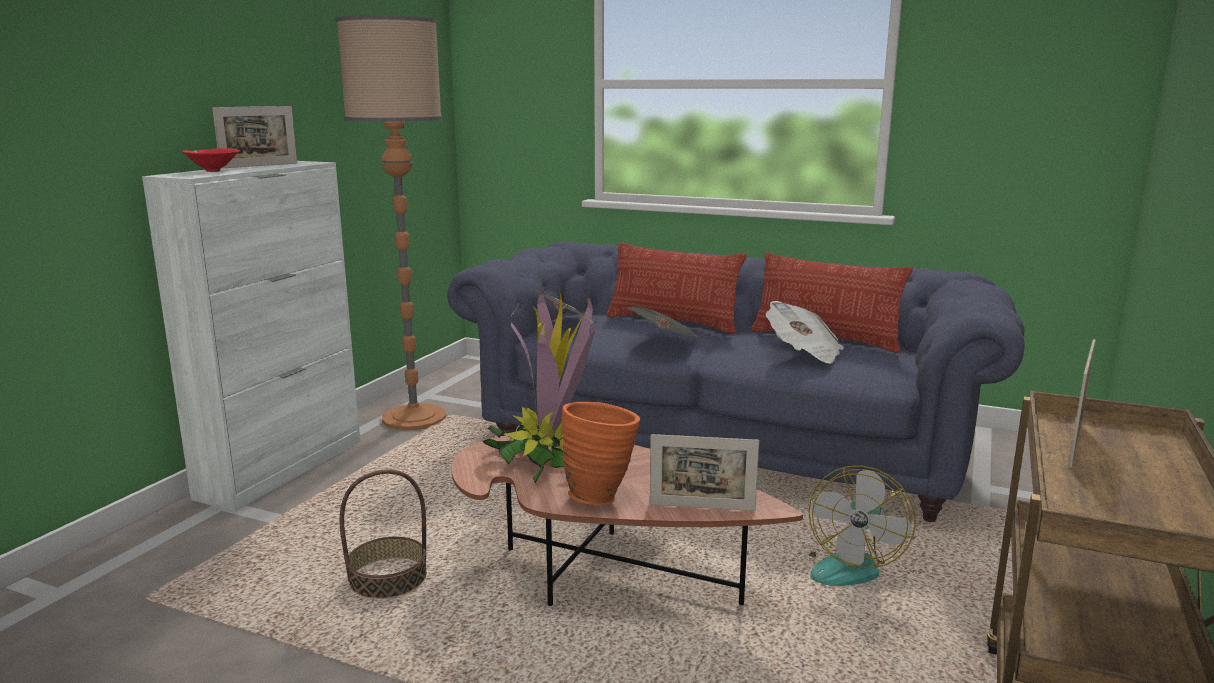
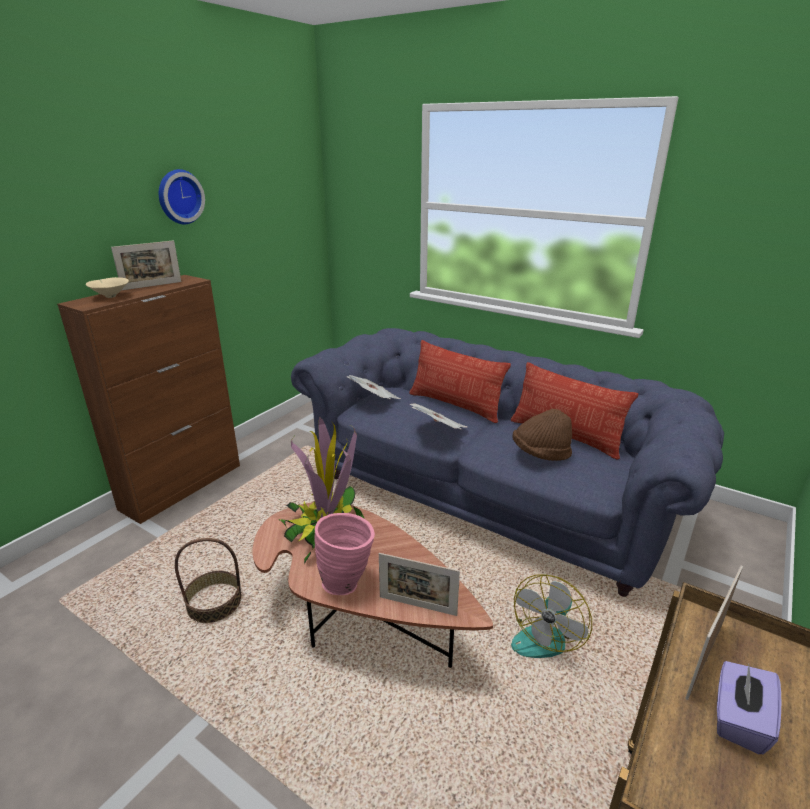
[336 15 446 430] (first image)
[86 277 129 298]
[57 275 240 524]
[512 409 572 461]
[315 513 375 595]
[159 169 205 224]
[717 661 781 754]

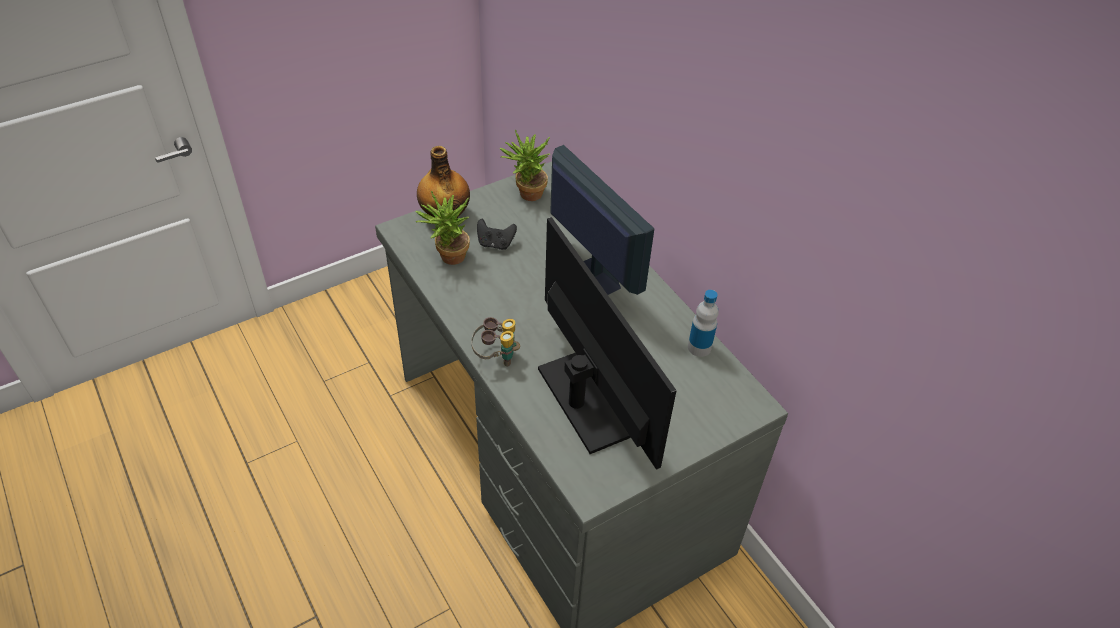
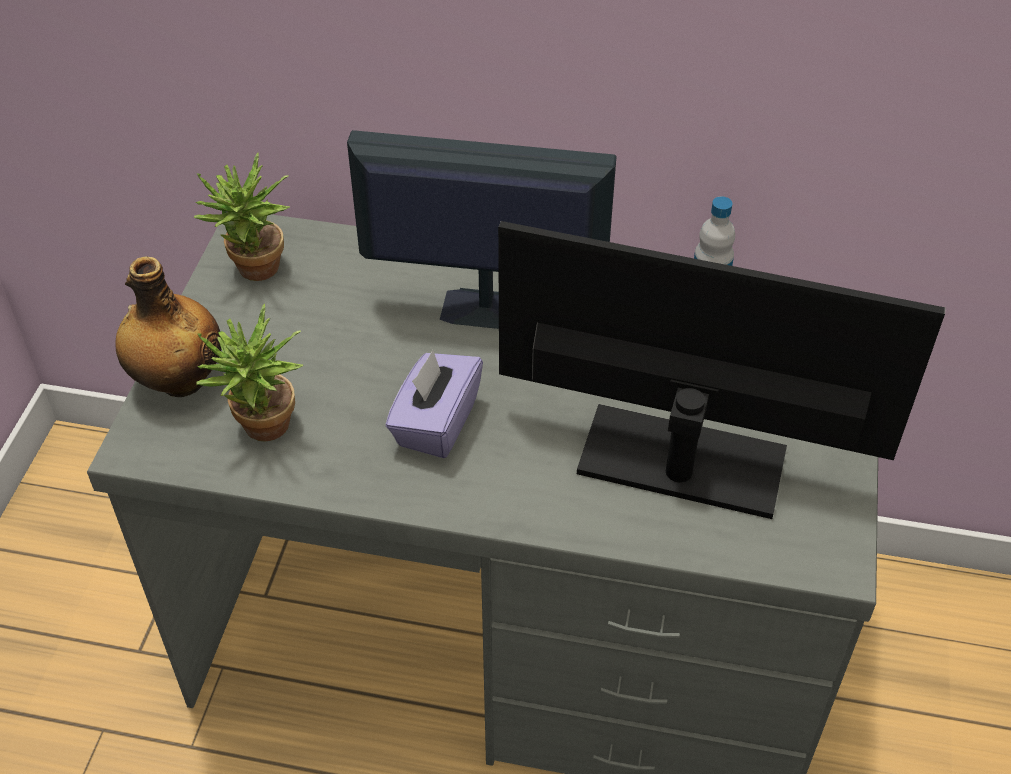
[477 219 517 250] (first image)
[471 317 520 367] (first image)
[386 350 483 458]

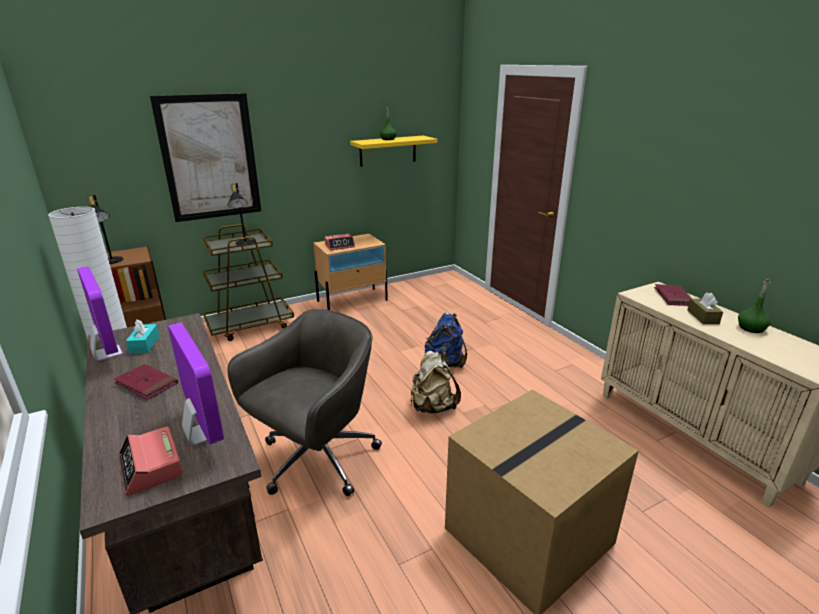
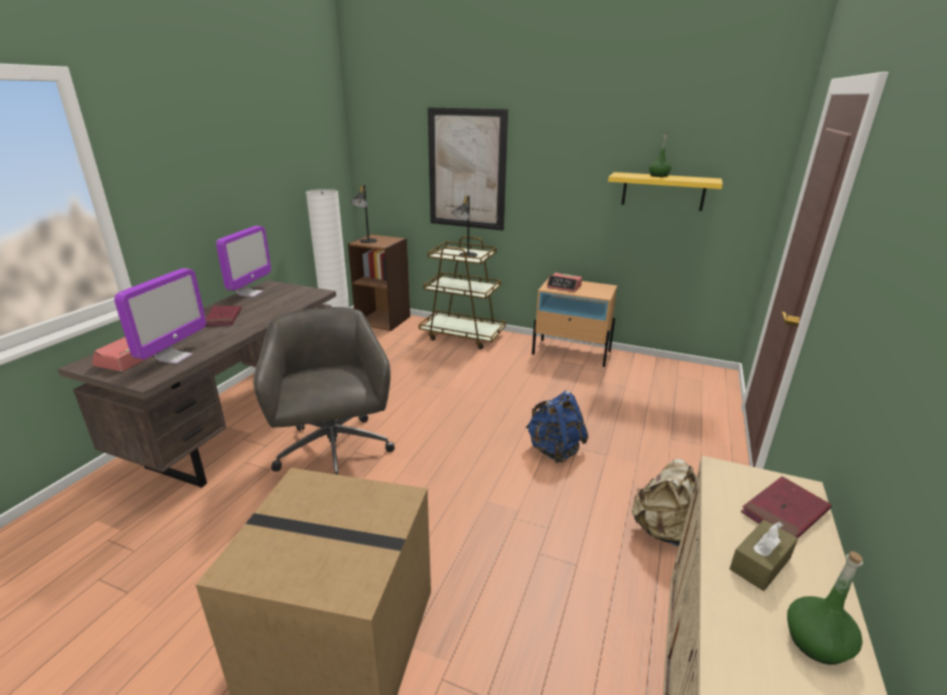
[253 307 395 475]
[126 319 160 354] (first image)
[632 459 696 546]

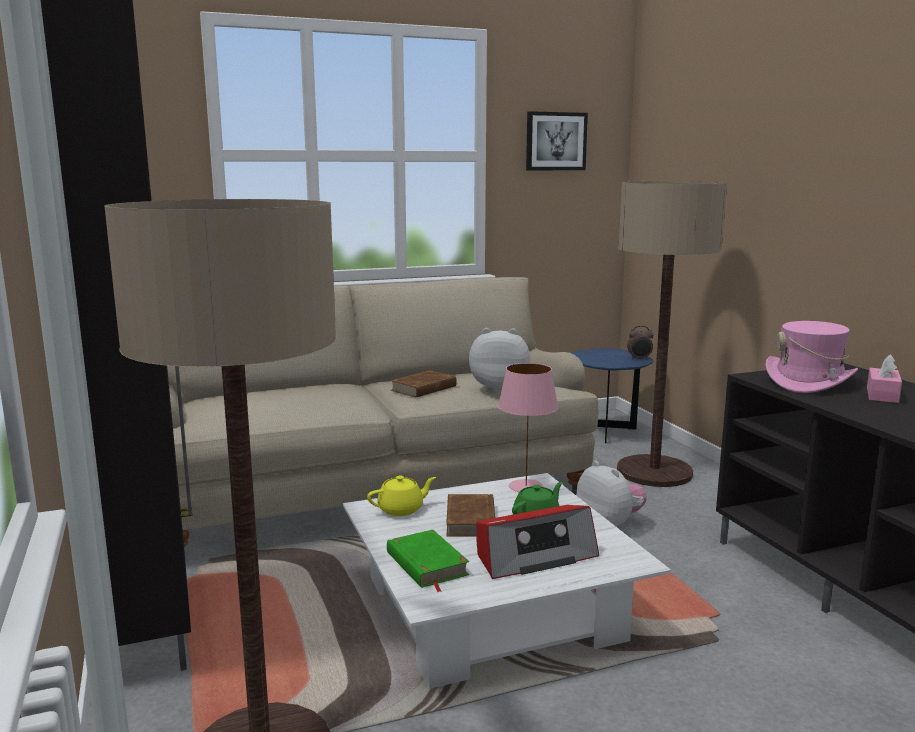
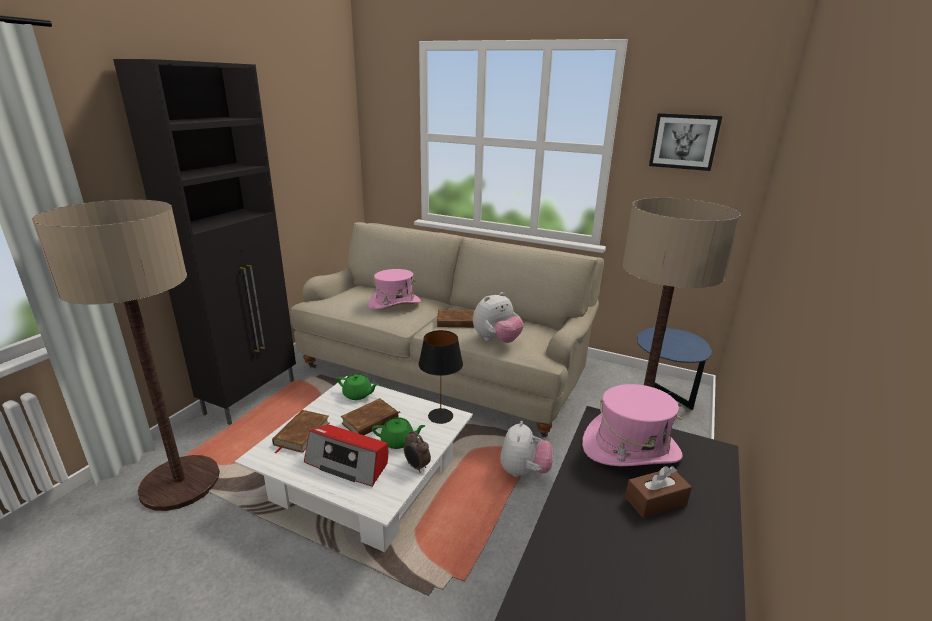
[404 431 431 473]
[473 292 524 343]
[625 466 692 518]
[418 330 463 424]
[337 374 379 400]
[272 410 329 454]
[368 269 421 309]

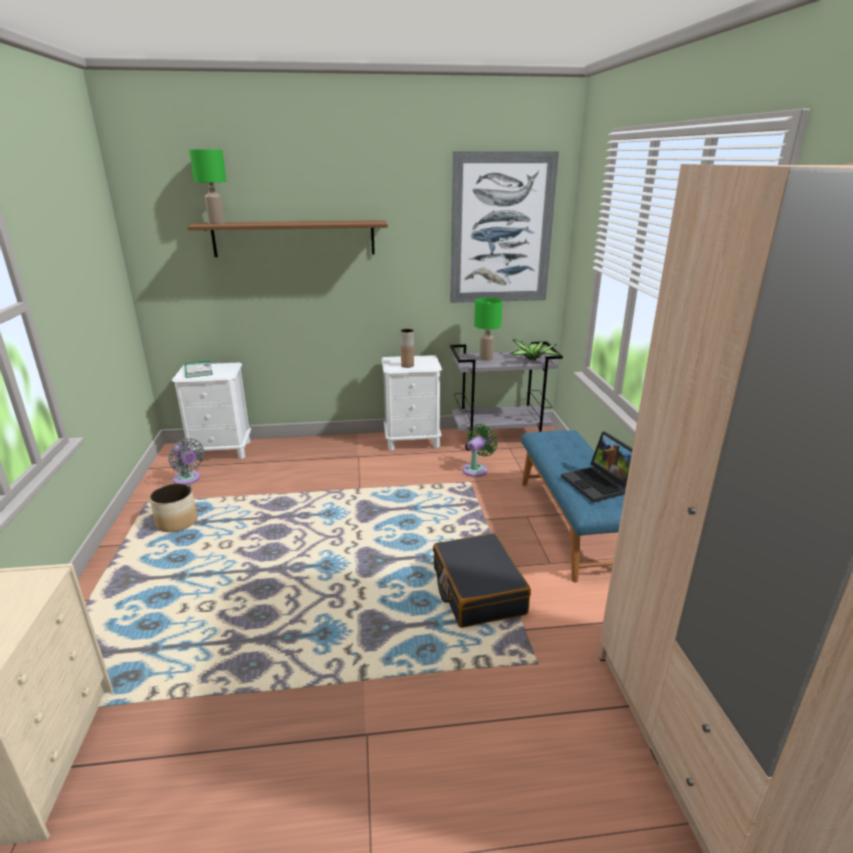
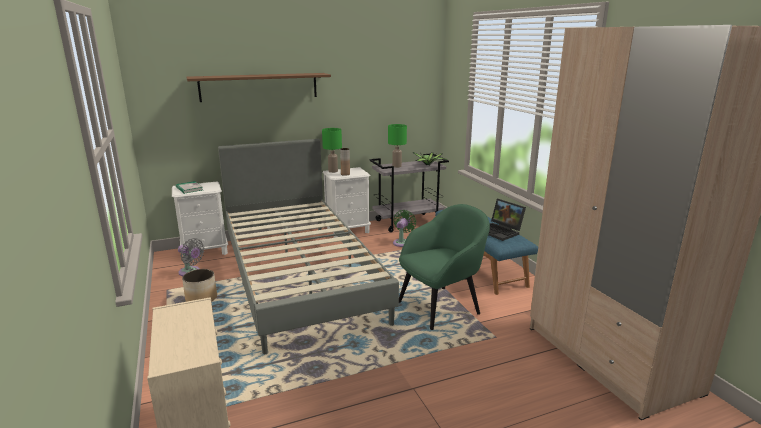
[322 128 342 173]
[450 151 559 303] (first image)
[399 204 490 330]
[218 139 399 354]

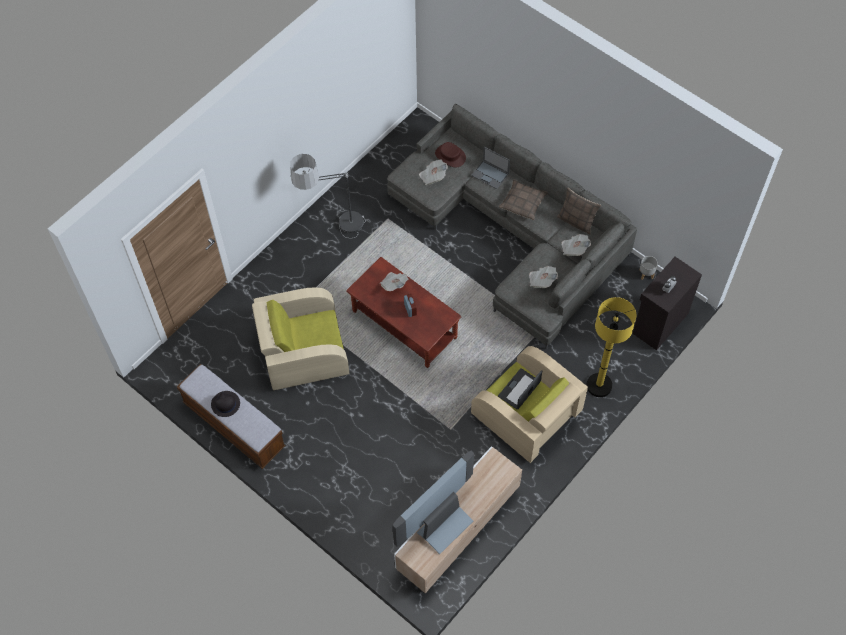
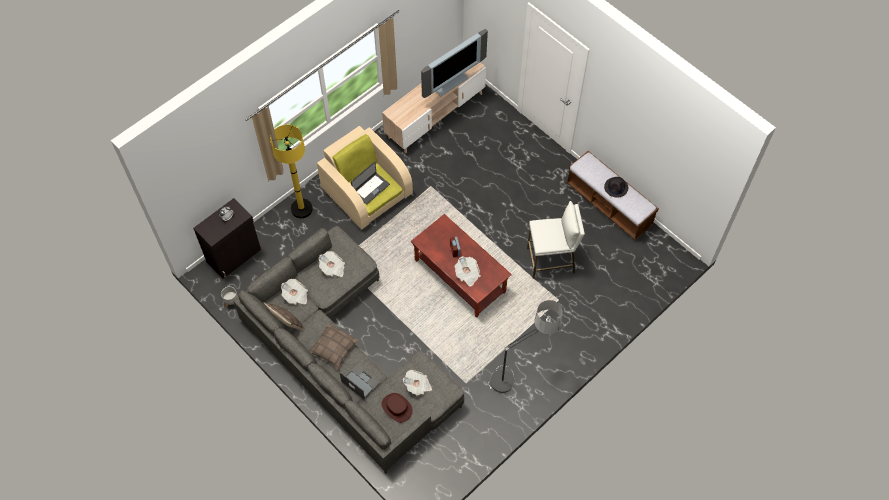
[527 201 585 279]

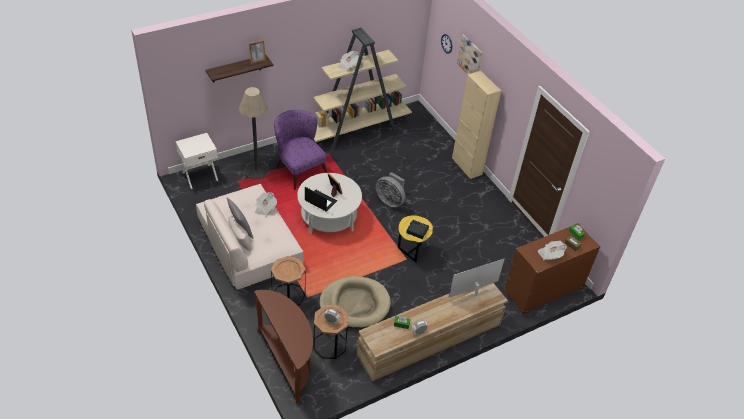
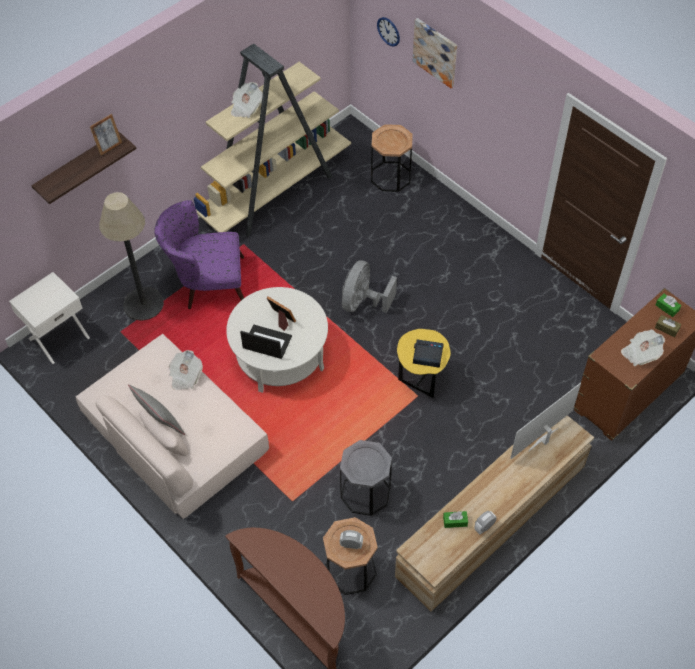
[452 71 501 179] (first image)
[154 200 244 309]
[342 260 397 313]
[371 124 413 192]
[340 440 392 516]

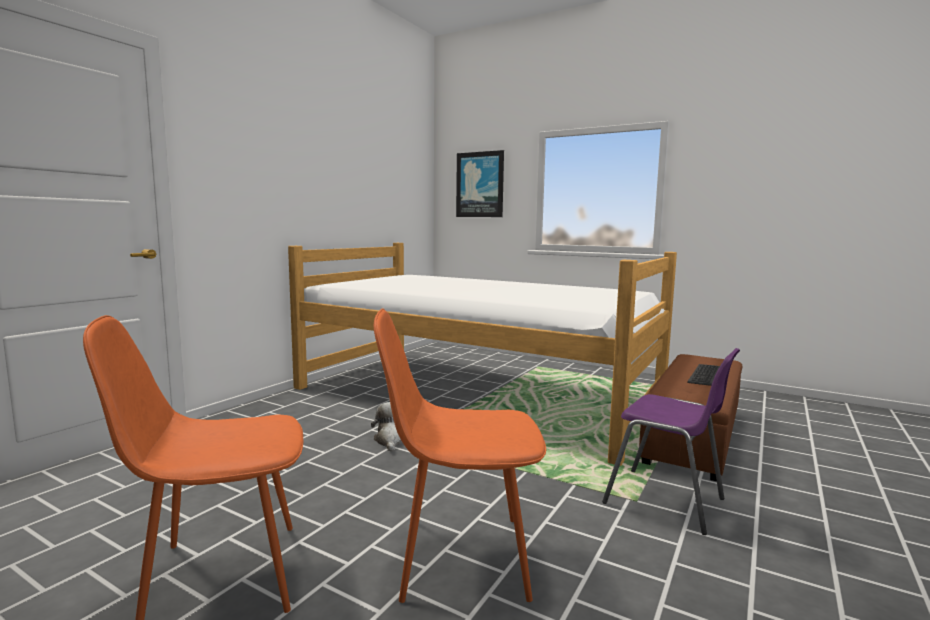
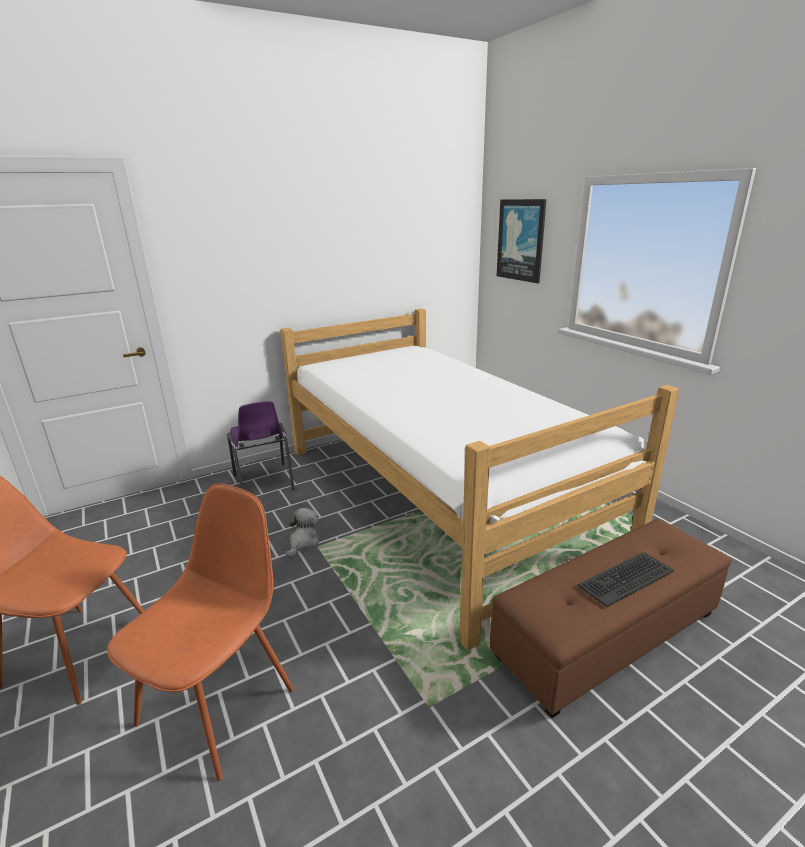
[107 483 294 781]
[227 401 295 490]

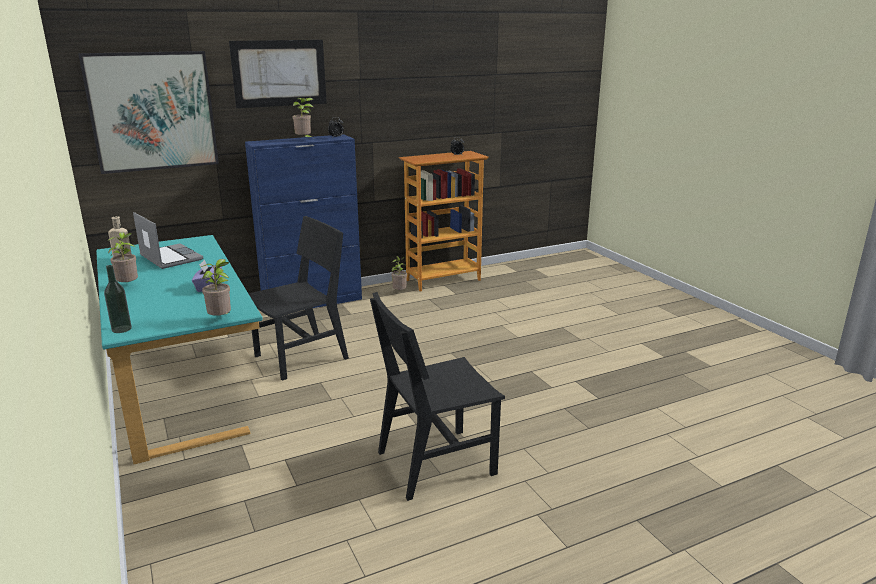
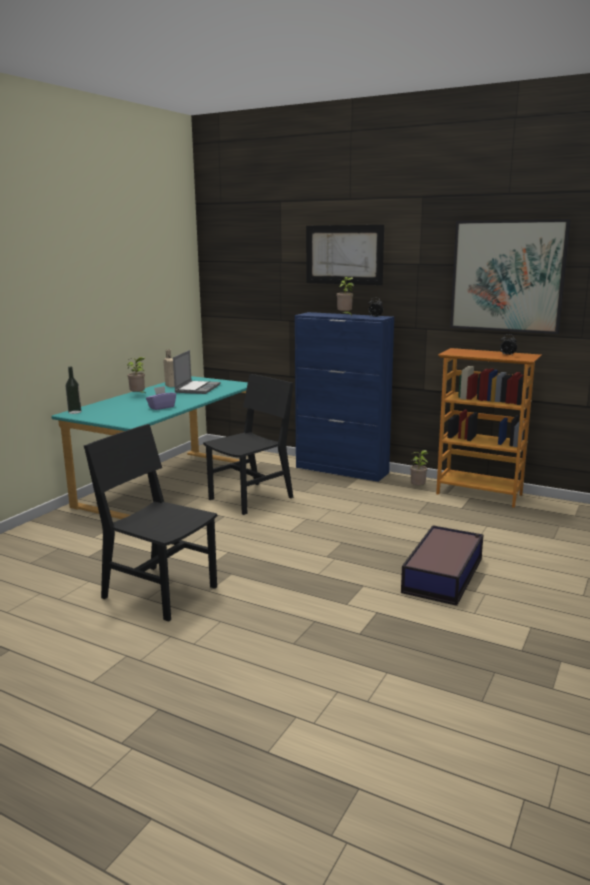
[450 219 571 334]
[203 374 294 515]
[201 259 231 316] (first image)
[401 525 484 606]

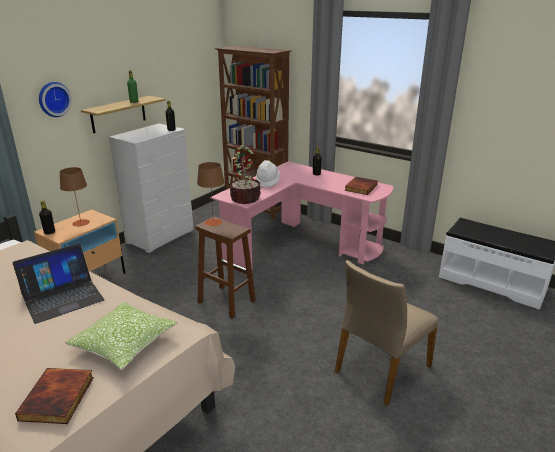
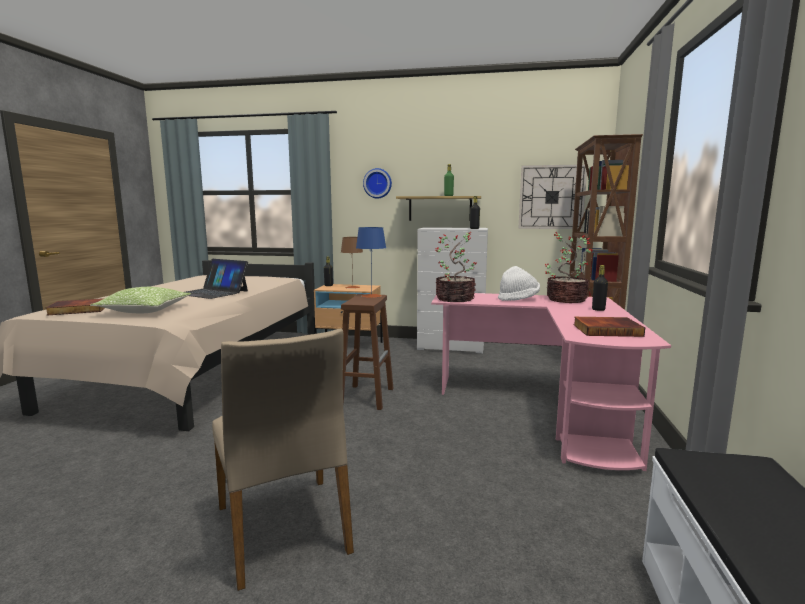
[356 227 386 298]
[212 329 354 591]
[518 164 587 229]
[545 232 593 303]

